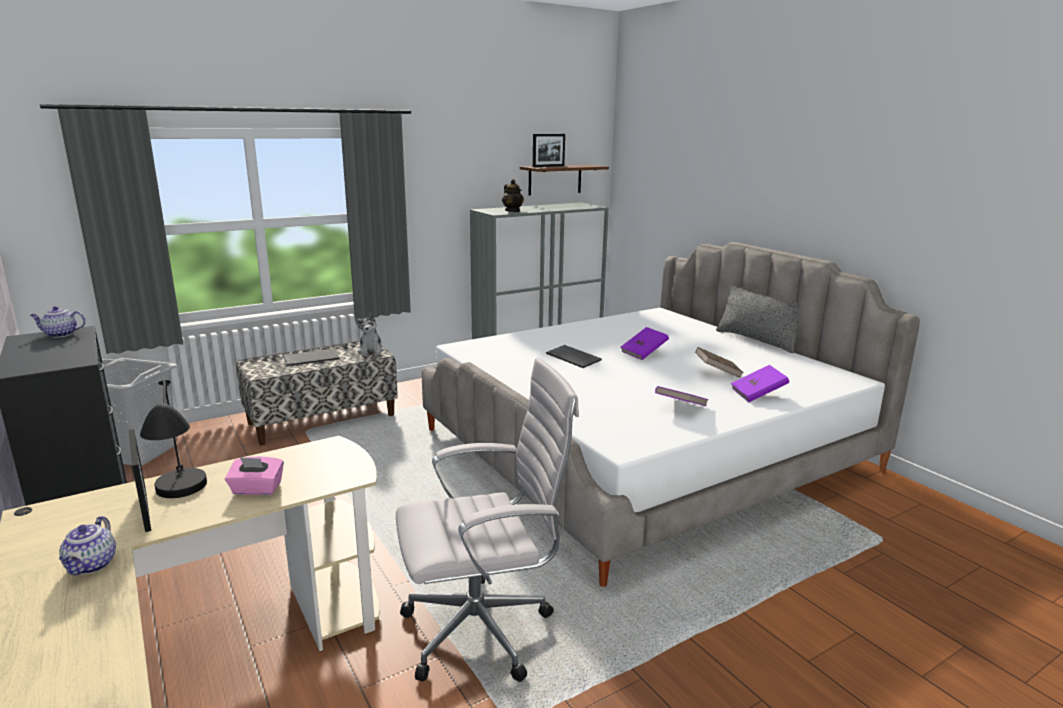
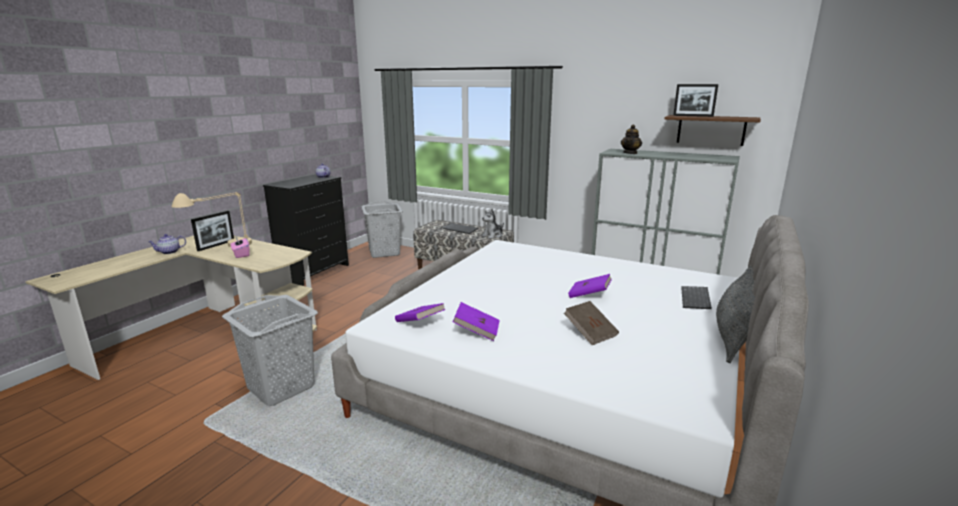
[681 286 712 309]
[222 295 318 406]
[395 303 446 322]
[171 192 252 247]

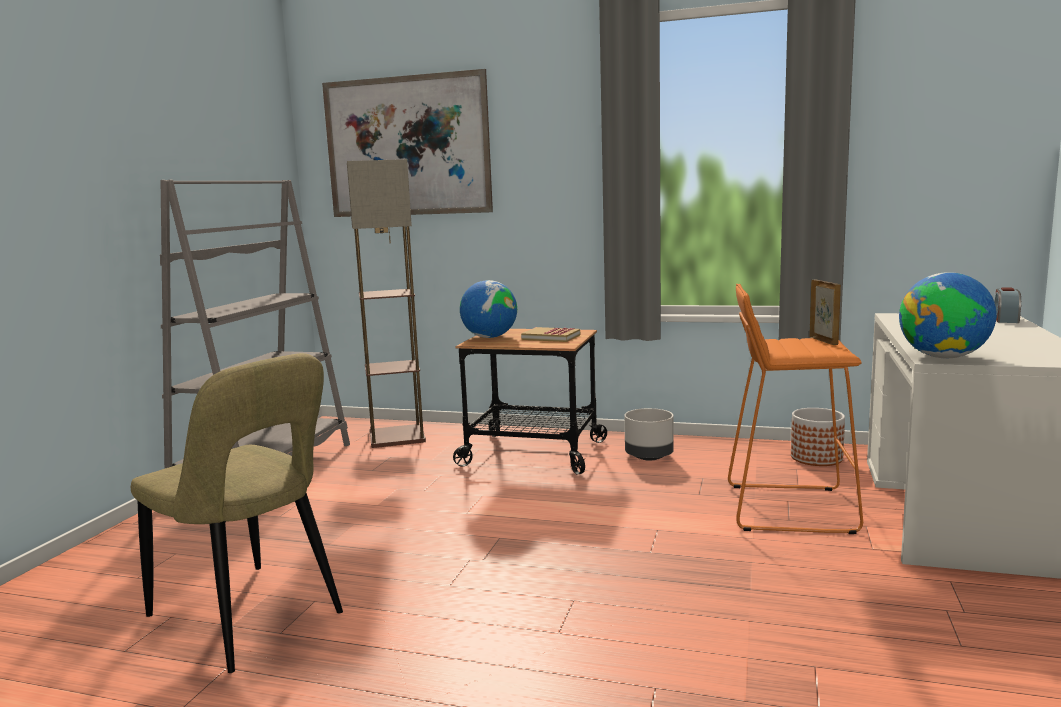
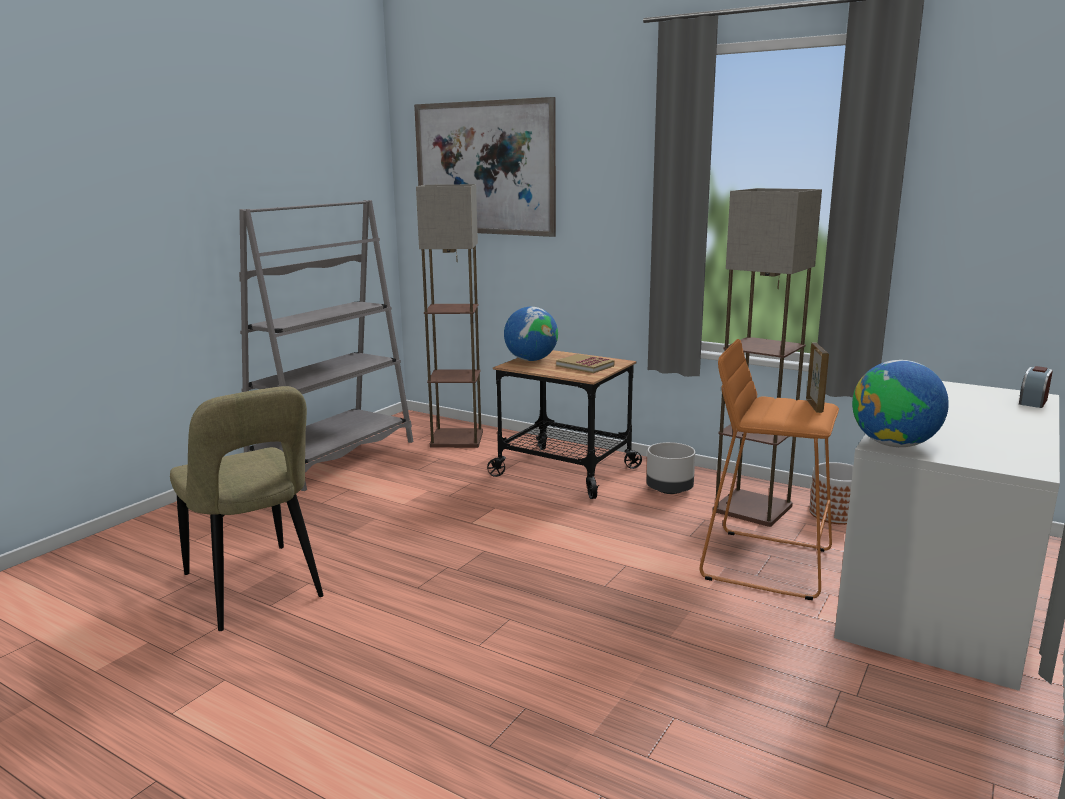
[713 188 822 527]

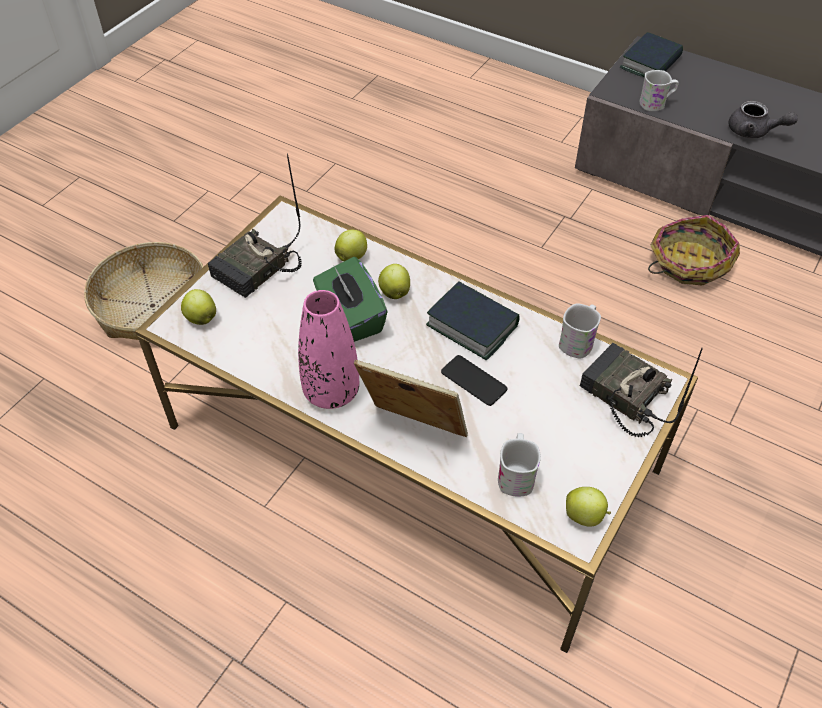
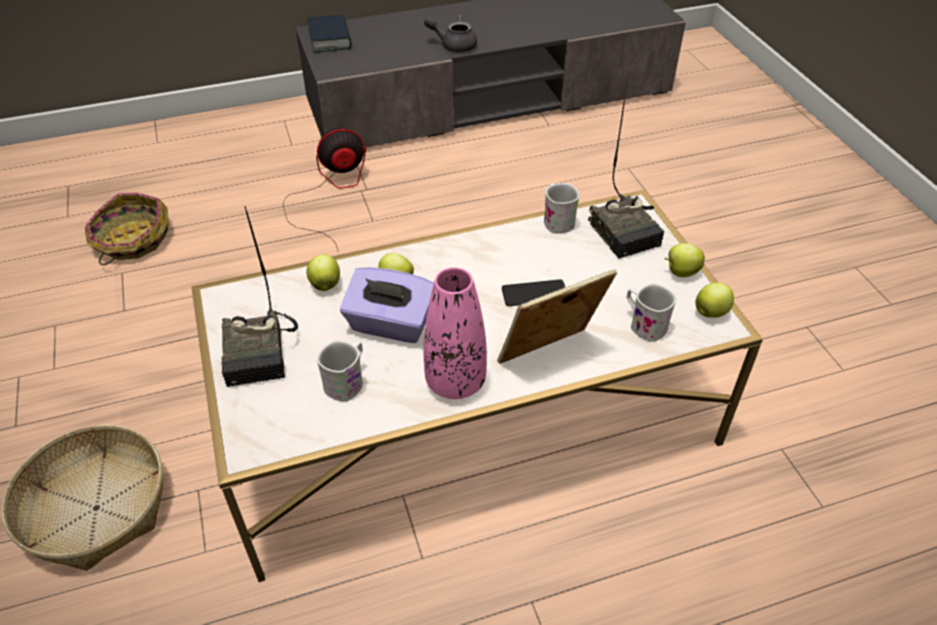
[316 340 363 402]
[424 15 477 52]
[85 193 169 265]
[340 267 434 343]
[426 281 520 361] (first image)
[665 243 705 277]
[588 99 664 259]
[283 128 366 252]

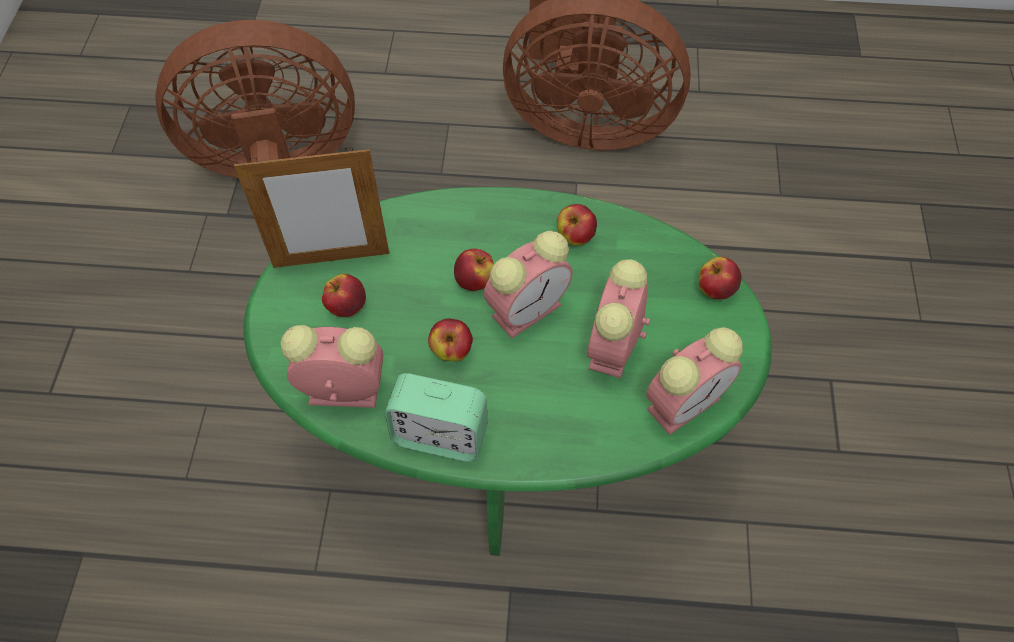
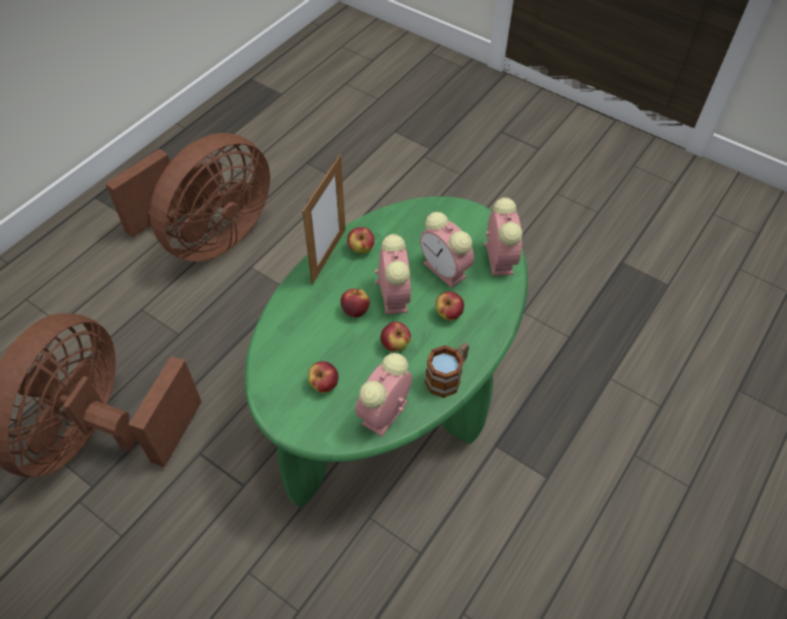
[302 155 346 284]
[435 291 464 321]
[425 343 469 398]

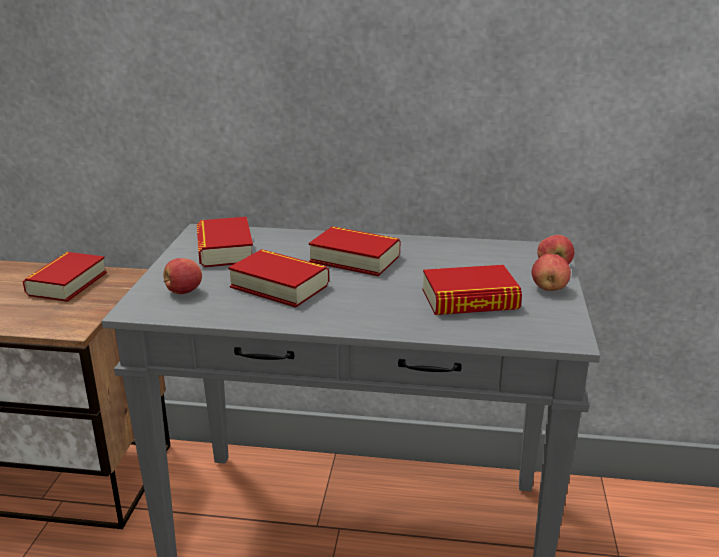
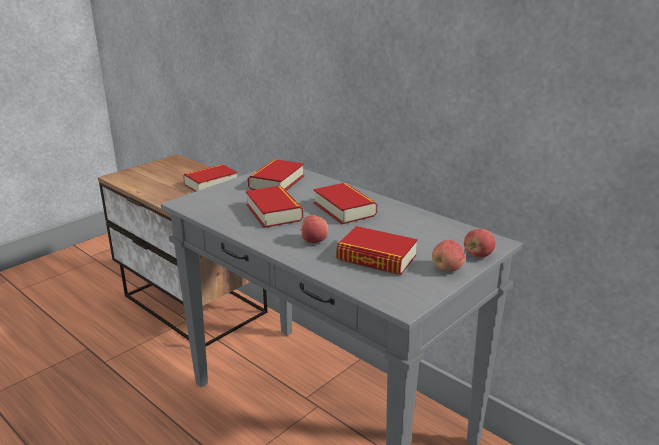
[300 215 328 243]

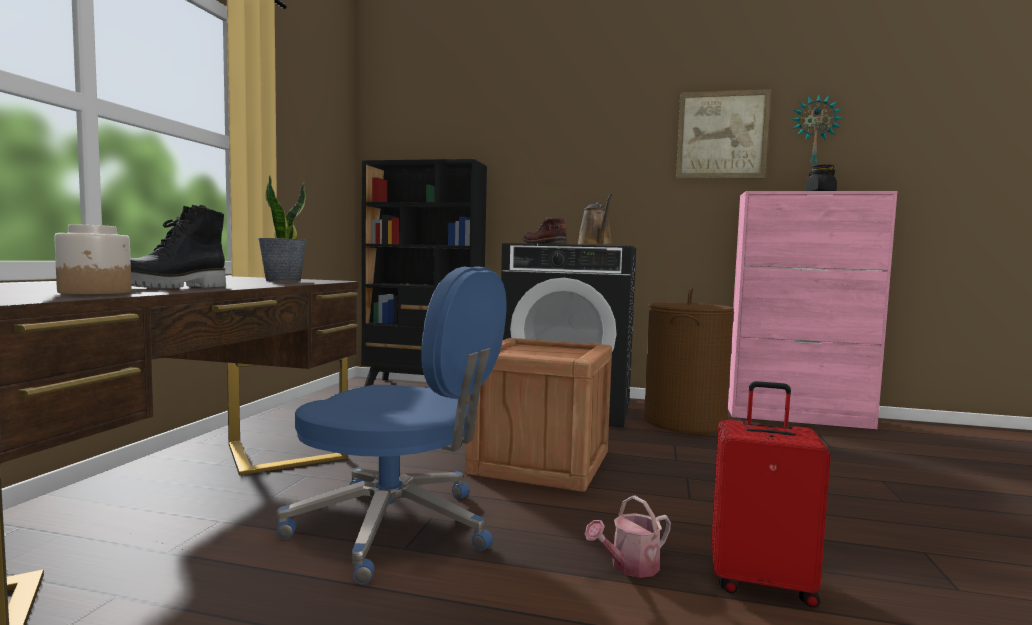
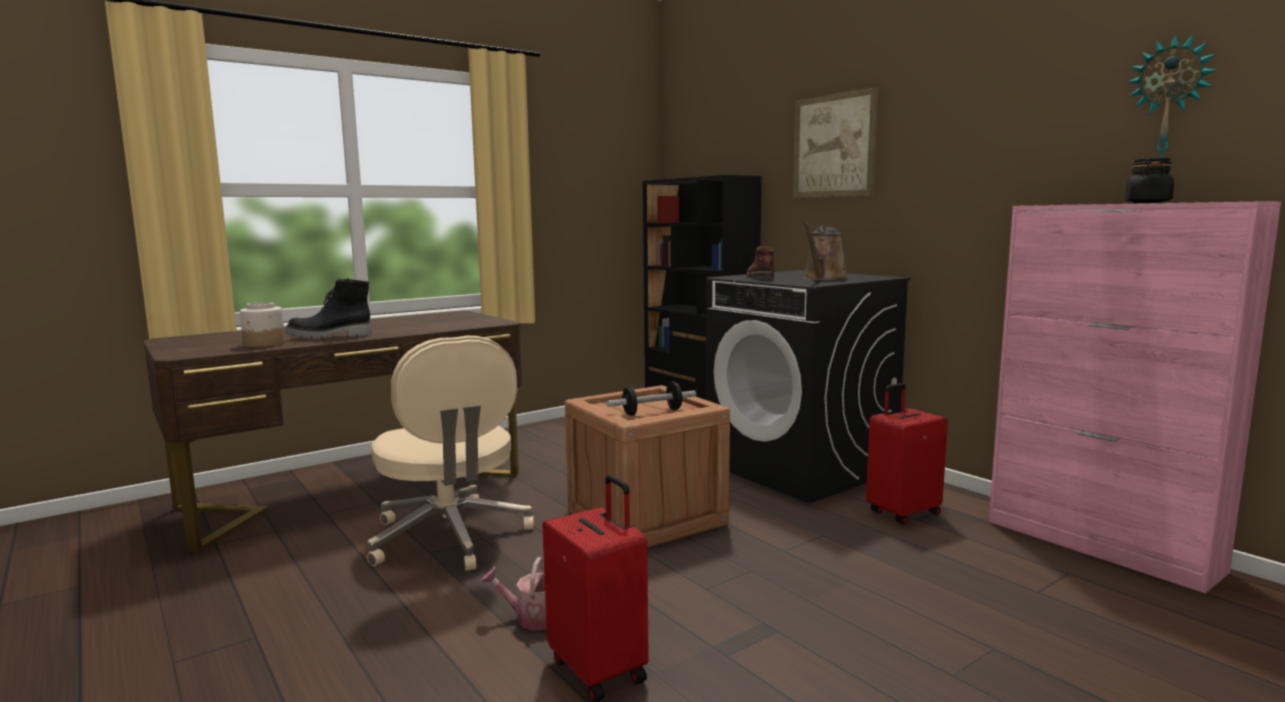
[793 87 879 198]
[258 175 307 282] (first image)
[367 335 534 571]
[866 383 948 524]
[607 382 696 416]

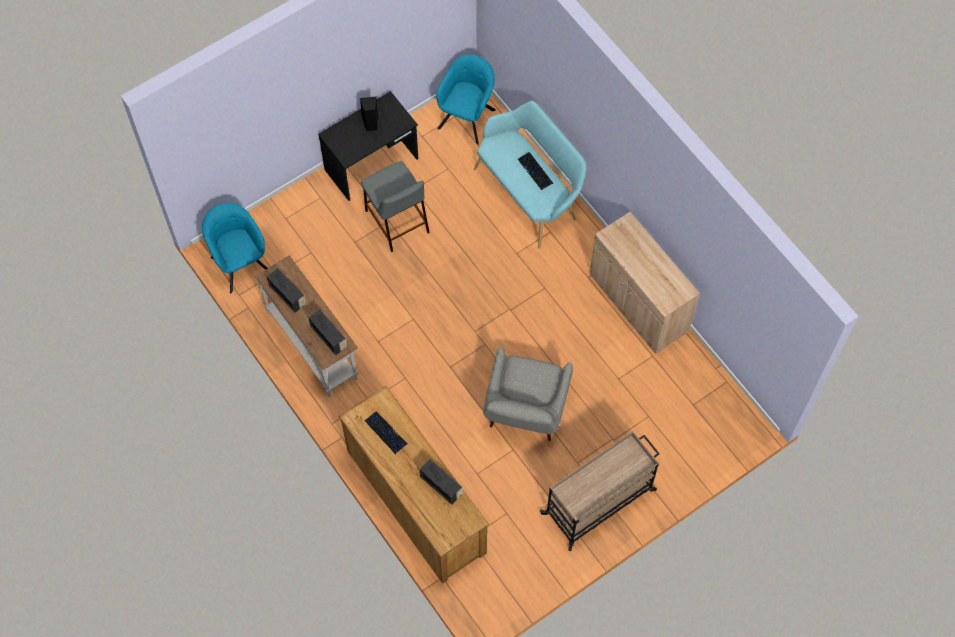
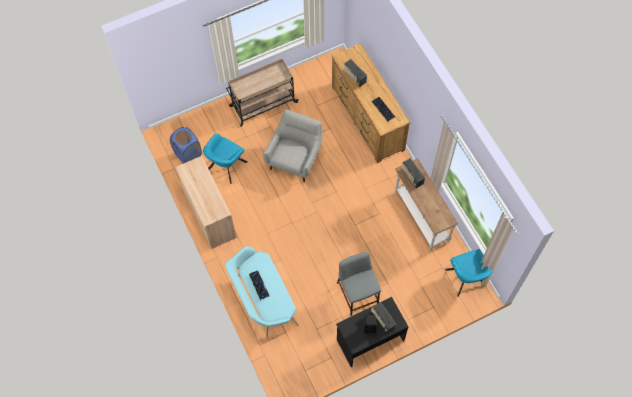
[203 133 248 184]
[371 302 397 333]
[170 127 202 164]

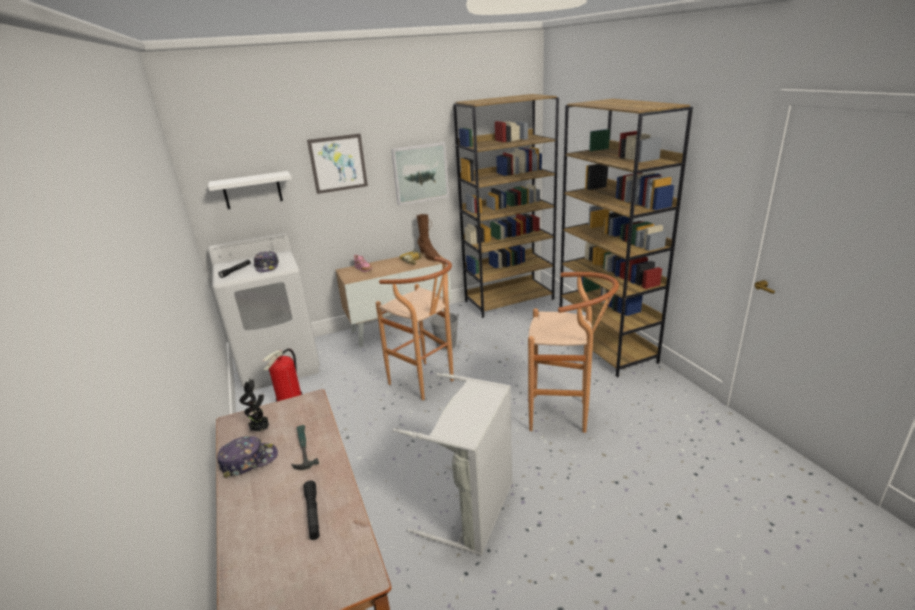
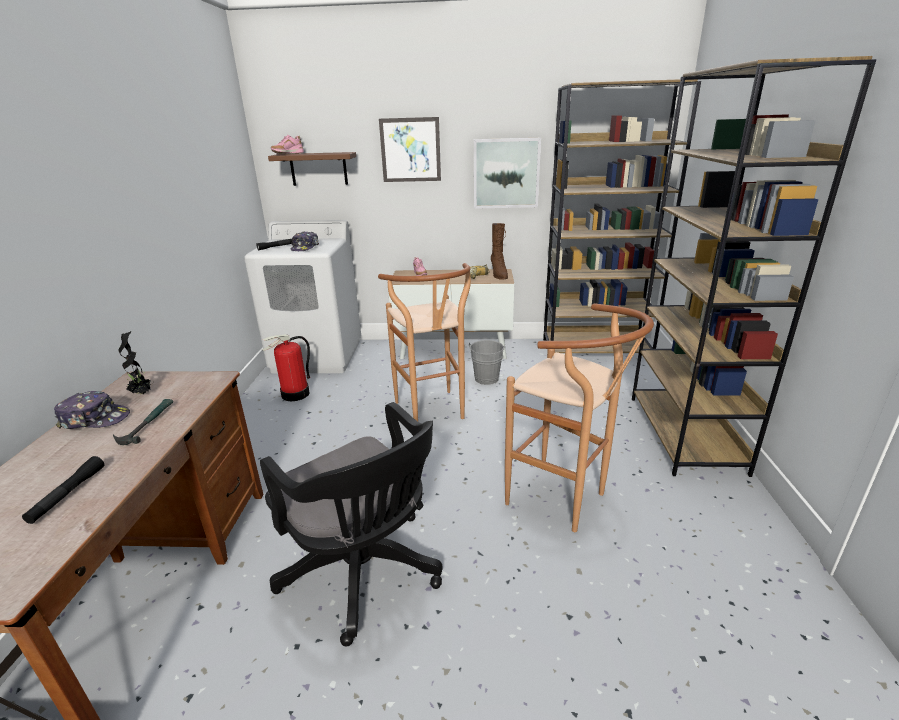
[268 152 356 186]
[260 402 443 646]
[271 135 304 154]

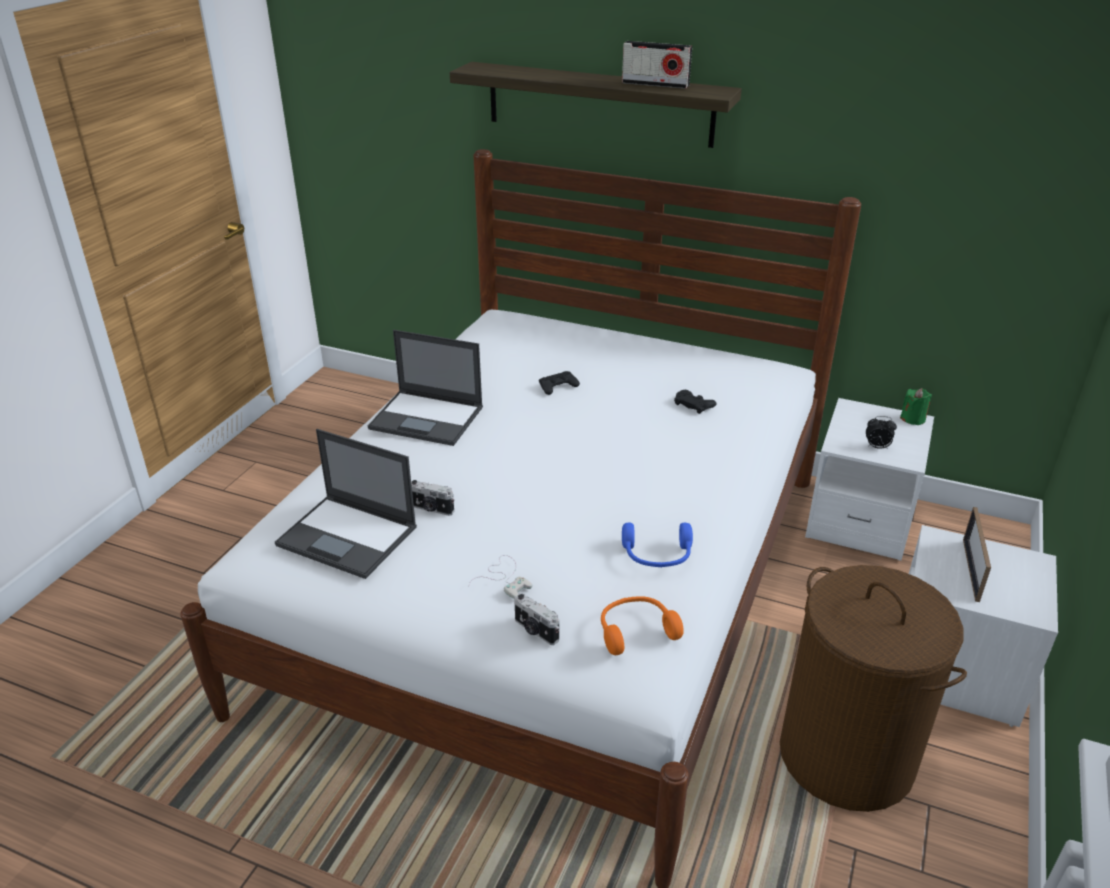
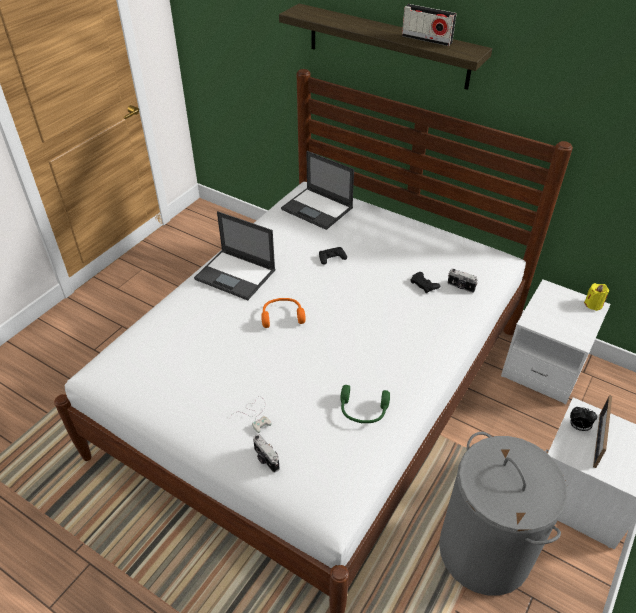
[584 283 609 311]
[570 407 597 431]
[281 151 354 230]
[447 269 478 293]
[340 385 390 423]
[439 432 568 596]
[261 298 306 328]

